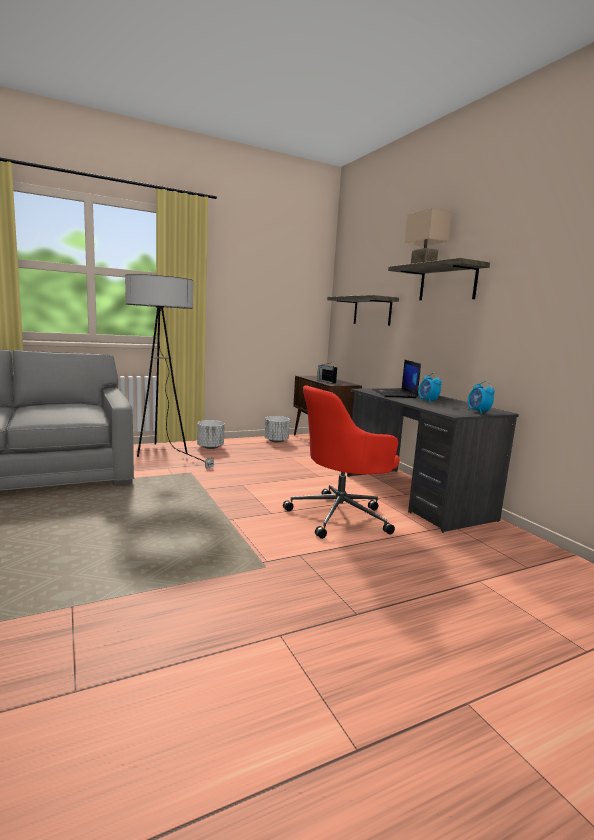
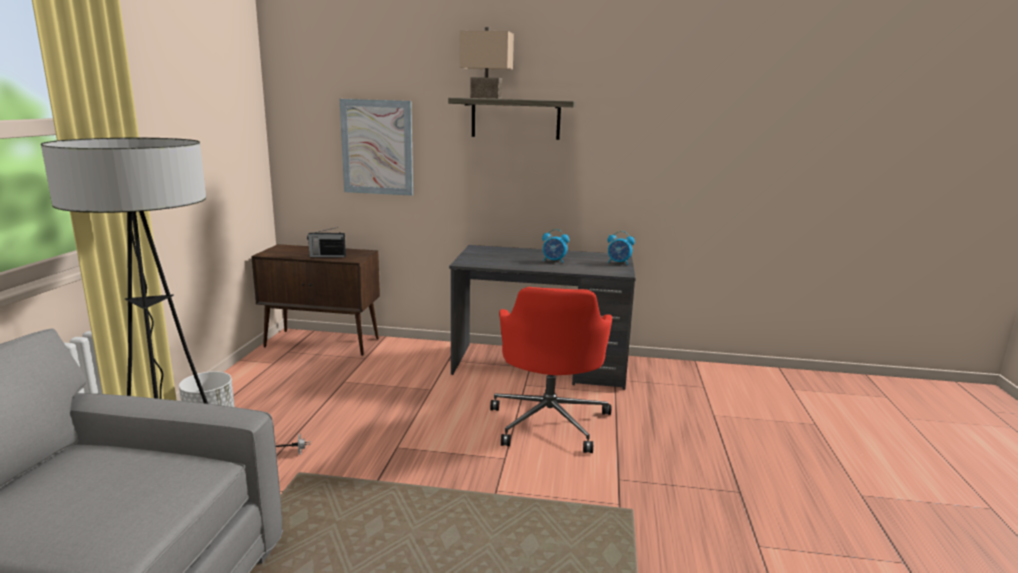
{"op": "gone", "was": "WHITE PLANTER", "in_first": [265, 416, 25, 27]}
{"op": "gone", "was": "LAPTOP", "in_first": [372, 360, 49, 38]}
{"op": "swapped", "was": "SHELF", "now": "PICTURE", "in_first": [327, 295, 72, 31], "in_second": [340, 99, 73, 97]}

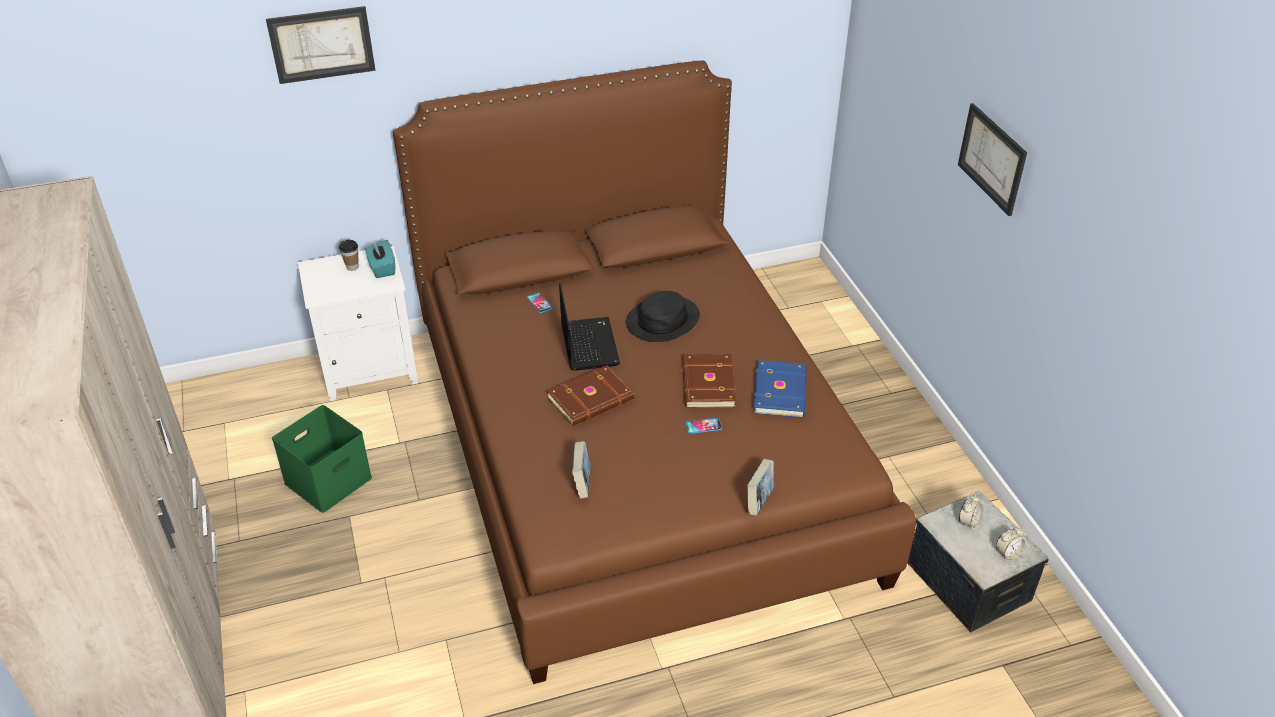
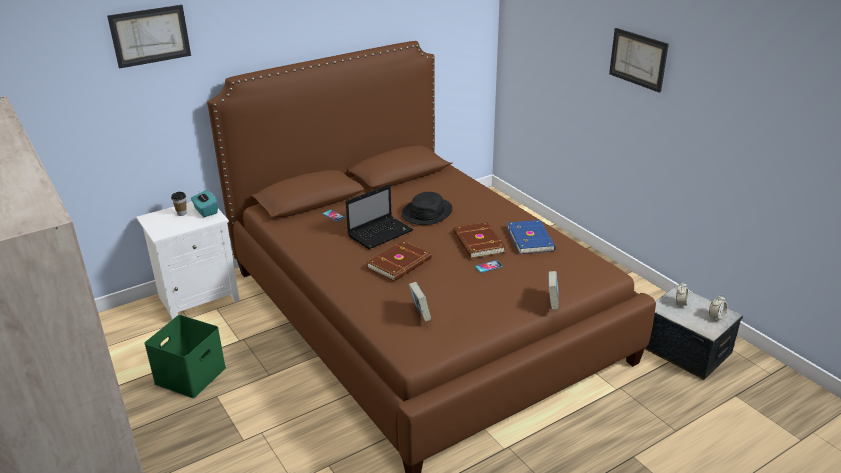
{"op": "rotated", "was": "LAPTOP", "in_first": [559, 283, 61, 88], "in_second": [346, 184, 68, 65], "clockwise": 75}

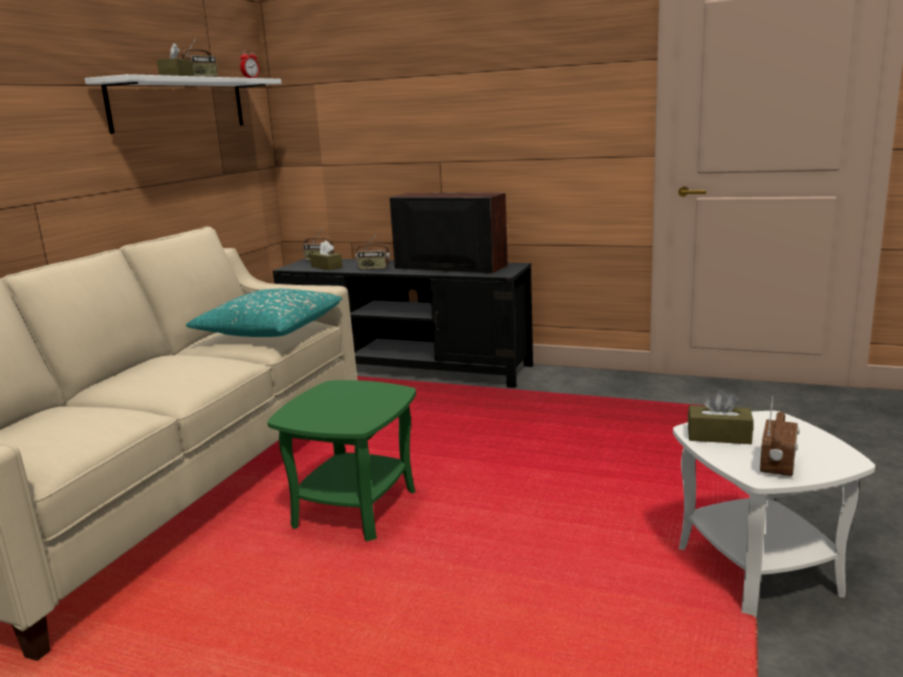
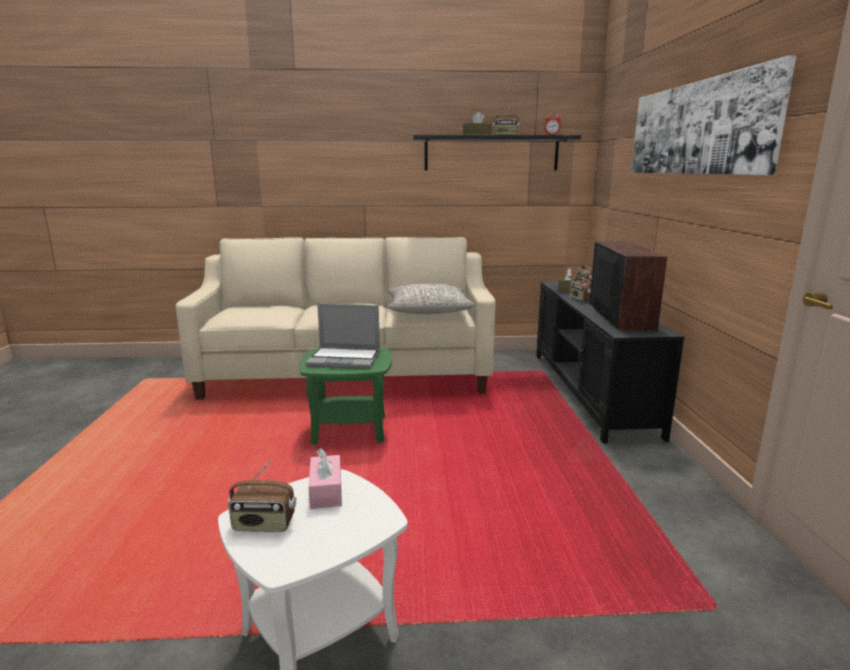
{"op": "new", "now": "LAPTOP", "in_second": [306, 304, 74, 65]}
{"op": "new", "now": "PICTURE", "in_second": [631, 56, 165, 119]}
{"op": "repainted", "was": "WHITE SHELF", "now": "BLACK SHELF", "in_first": [85, 74, 197, 60], "in_second": [413, 135, 168, 36]}
{"op": "repainted", "was": "TURQUOISE PILLOW", "now": "GREY PILLOW", "in_first": [186, 289, 156, 48], "in_second": [387, 283, 88, 31]}
{"op": "repainted", "was": "BROWN TISSUE BOX", "now": "PINK TISSUE BOX", "in_first": [688, 390, 66, 54], "in_second": [309, 448, 33, 61]}

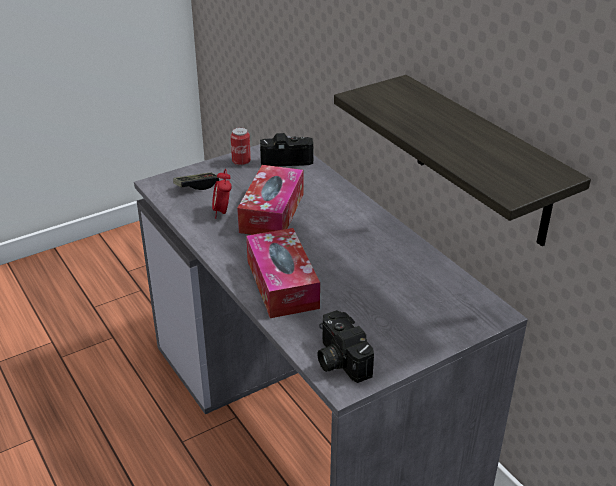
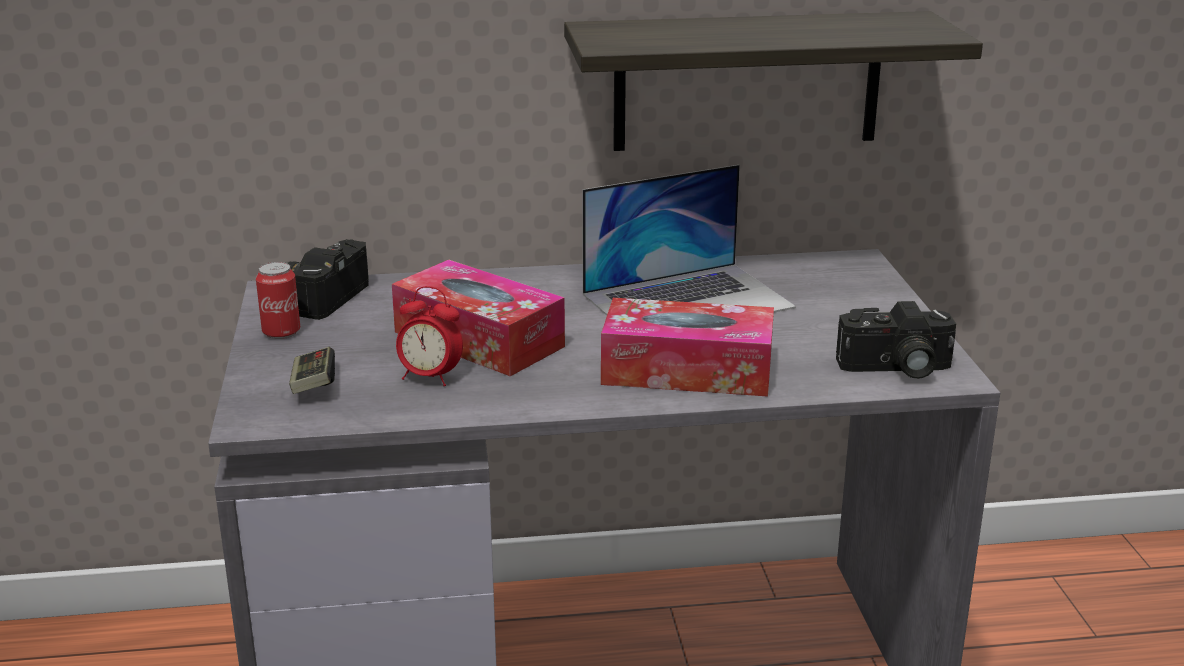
{"op": "new", "now": "LAPTOP", "in_second": [582, 165, 214, 151]}

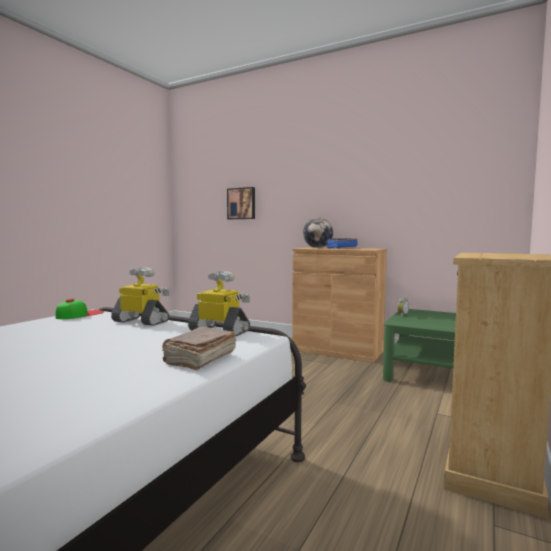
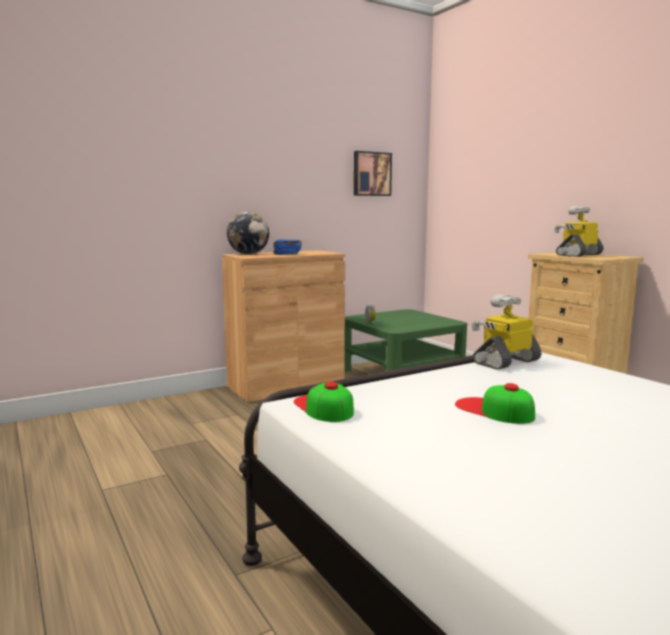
{"op": "gone", "was": "BROWN BOOK", "in_first": [162, 327, 75, 43]}
{"op": "new", "now": "CAP", "in_second": [455, 383, 80, 41]}
{"op": "shifted", "was": "TOY ROBOT", "in_first": [111, 267, 59, 59], "in_second": [554, 206, 50, 51]}
{"op": "shifted", "was": "PICTURE", "in_first": [227, 187, 28, 32], "in_second": [354, 151, 38, 45]}

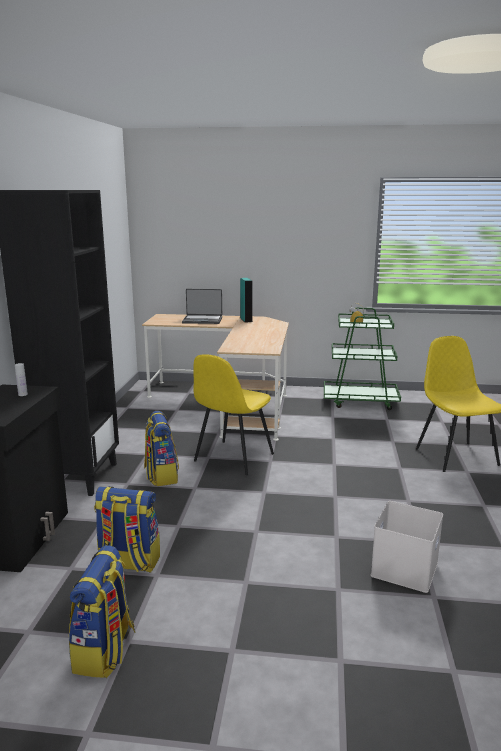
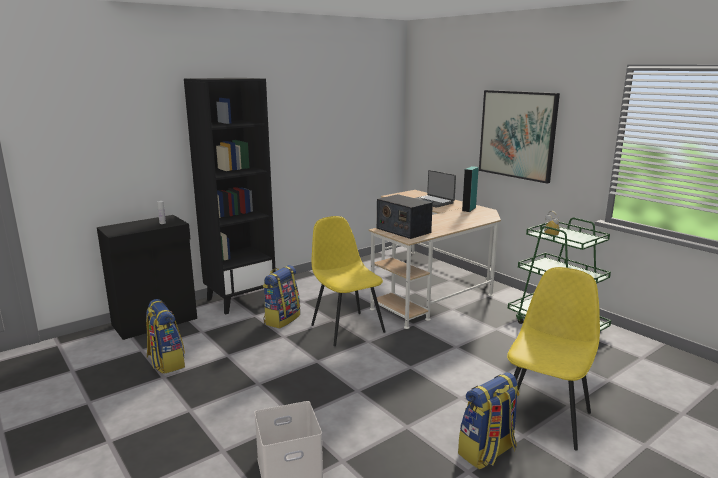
{"op": "new", "now": "RADIO", "in_second": [377, 194, 56, 45]}
{"op": "new", "now": "PICTURE", "in_second": [479, 90, 81, 93]}
{"op": "shifted", "was": "BACKPACK", "in_first": [69, 545, 67, 133], "in_second": [458, 372, 62, 97]}
{"op": "rotated", "was": "YELLOW CHAIR", "in_first": [194, 354, 80, 121], "in_second": [311, 216, 74, 130], "clockwise": 75}

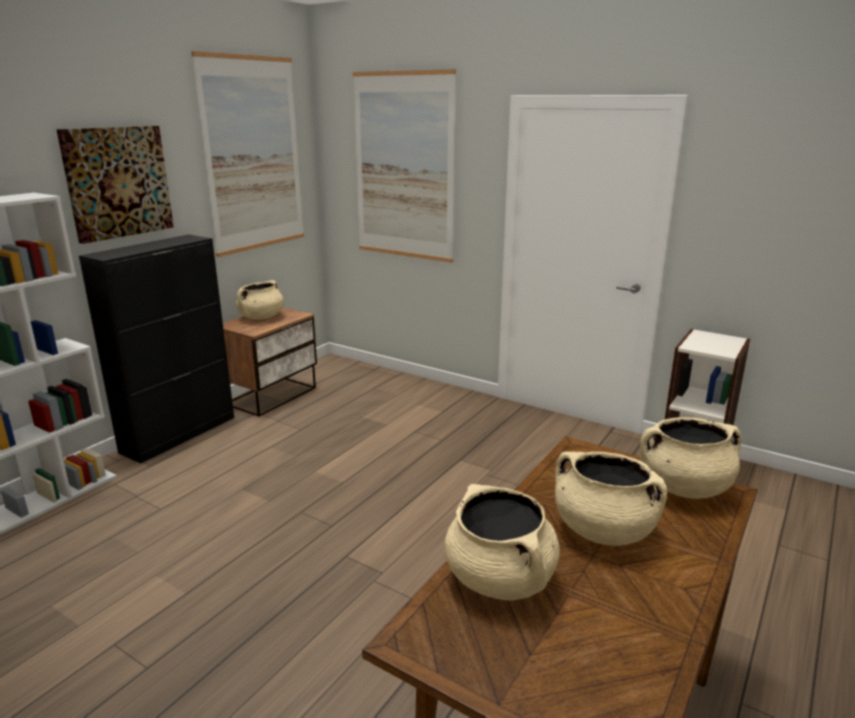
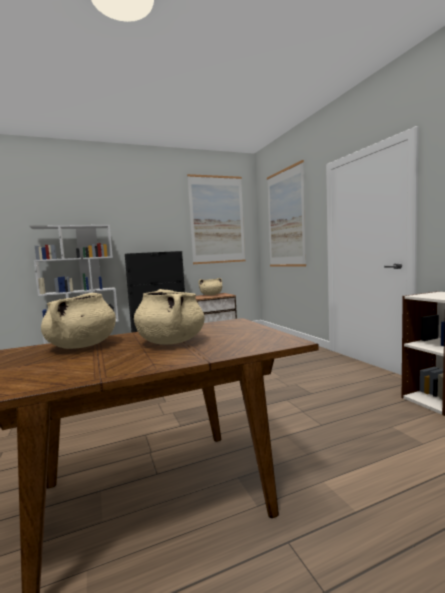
{"op": "gone", "was": "PICTURE", "in_first": [56, 126, 118, 118]}
{"op": "gone", "was": "BEIGE COOKING POT", "in_first": [640, 417, 101, 82]}

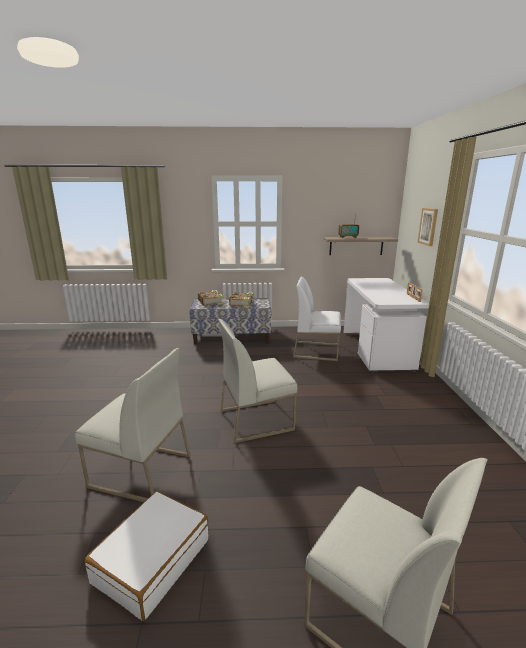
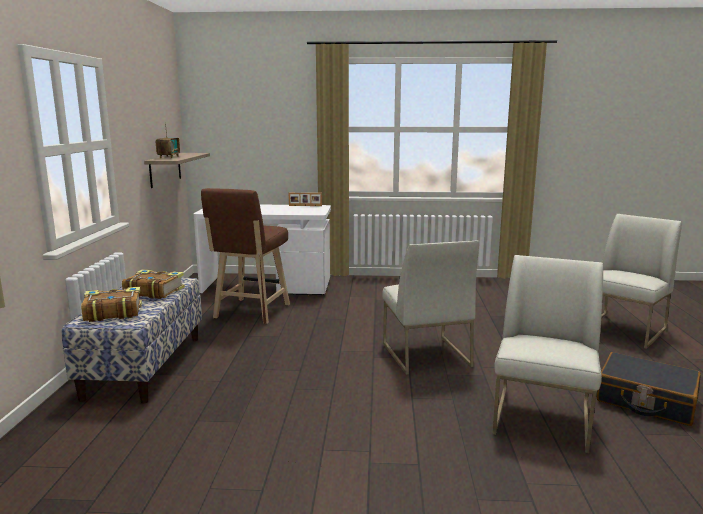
{"op": "gone", "was": "PICTURE", "in_first": [417, 208, 21, 38]}
{"op": "swapped", "was": "WHITE CHAIR", "now": "BROWN STOOL", "in_first": [293, 276, 48, 85], "in_second": [201, 188, 89, 136]}
{"op": "repainted", "was": "WHITE SUITCASE", "now": "BLACK SUITCASE", "in_first": [85, 491, 124, 130], "in_second": [597, 352, 104, 74]}

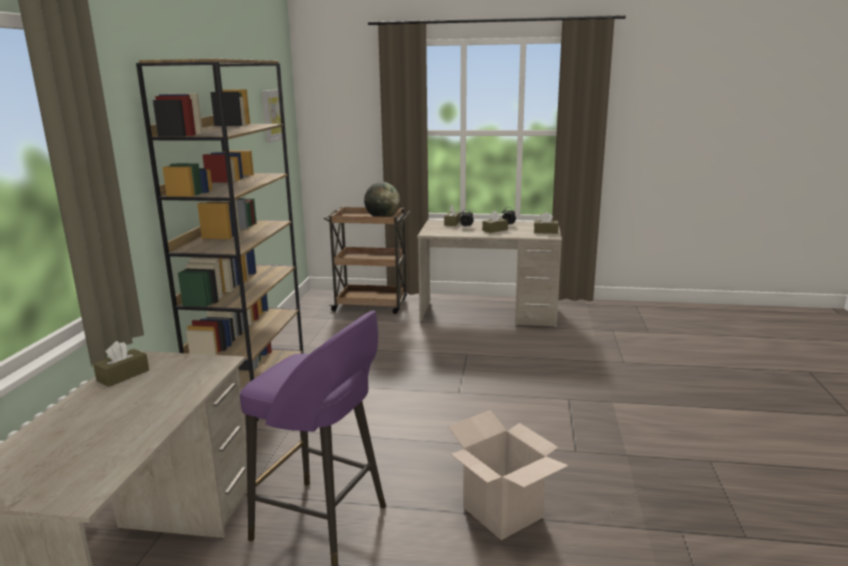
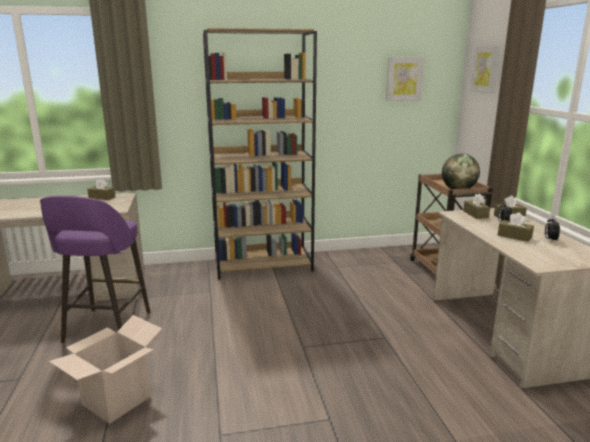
{"op": "new", "now": "PICTURE", "in_second": [470, 45, 30, 49]}
{"op": "shifted", "was": "BROWN TISSUE BOX", "in_first": [534, 212, 25, 22], "in_second": [463, 194, 27, 25]}

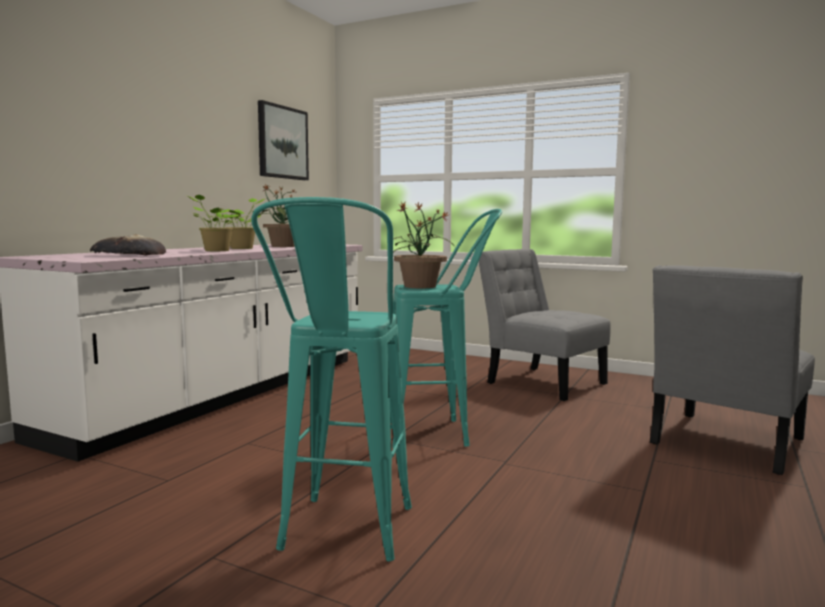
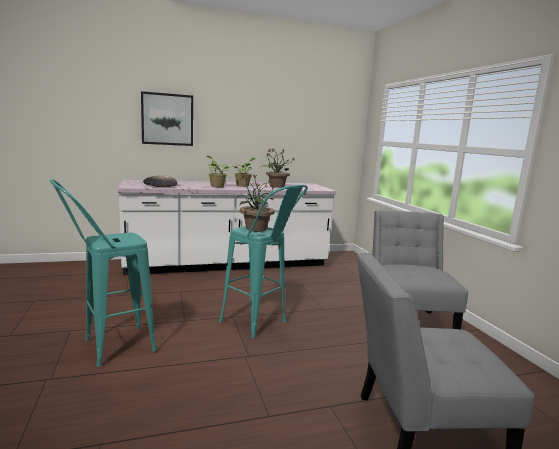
{"op": "shifted", "was": "PICTURE", "in_first": [258, 100, 51, 80], "in_second": [141, 91, 52, 55]}

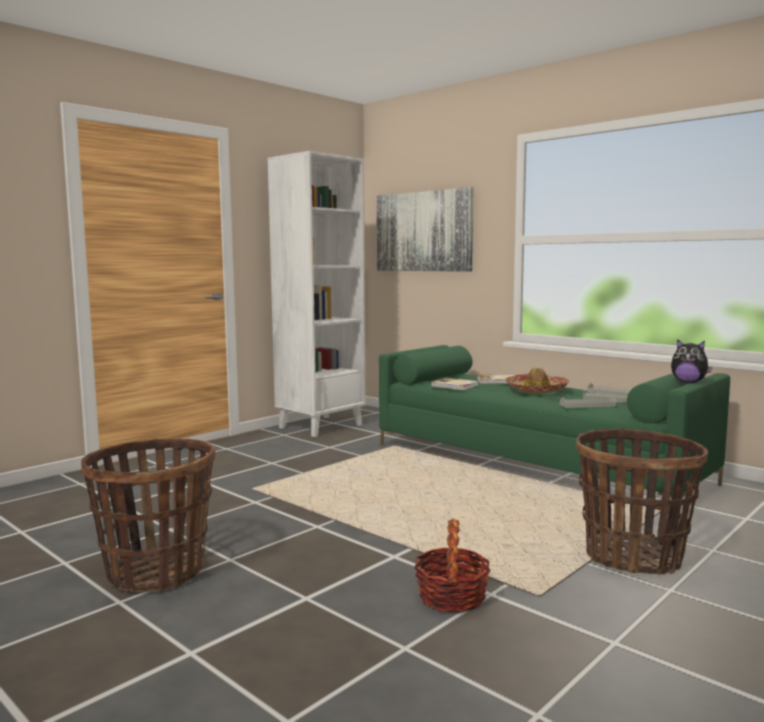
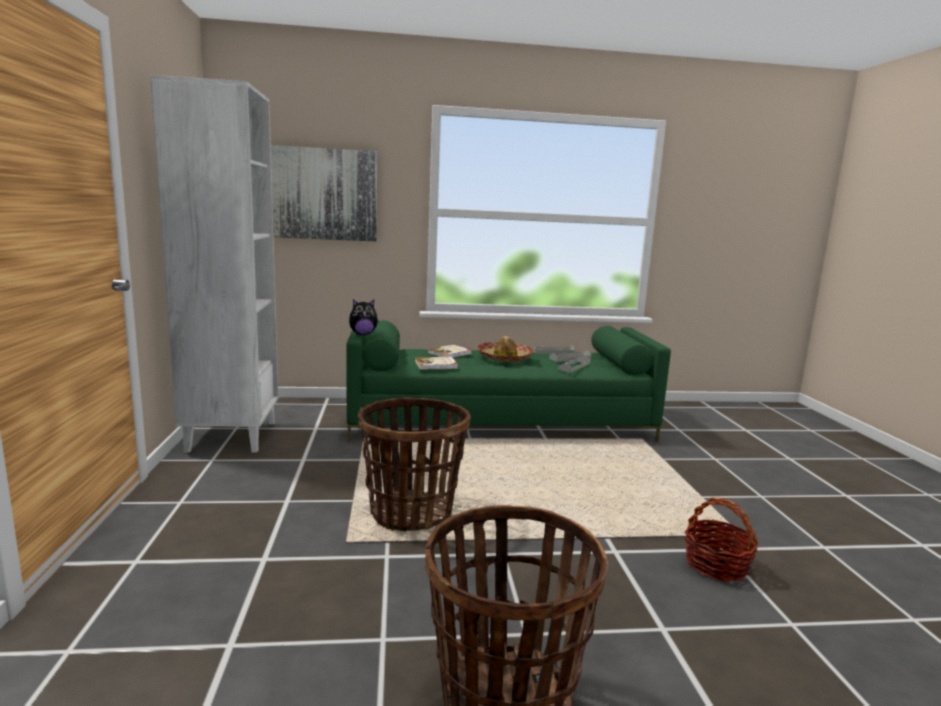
{"op": "shifted", "was": "BASKET", "in_first": [576, 428, 132, 147], "in_second": [358, 397, 113, 135]}
{"op": "shifted", "was": "PLUSH TOY", "in_first": [671, 339, 42, 44], "in_second": [349, 300, 30, 35]}

